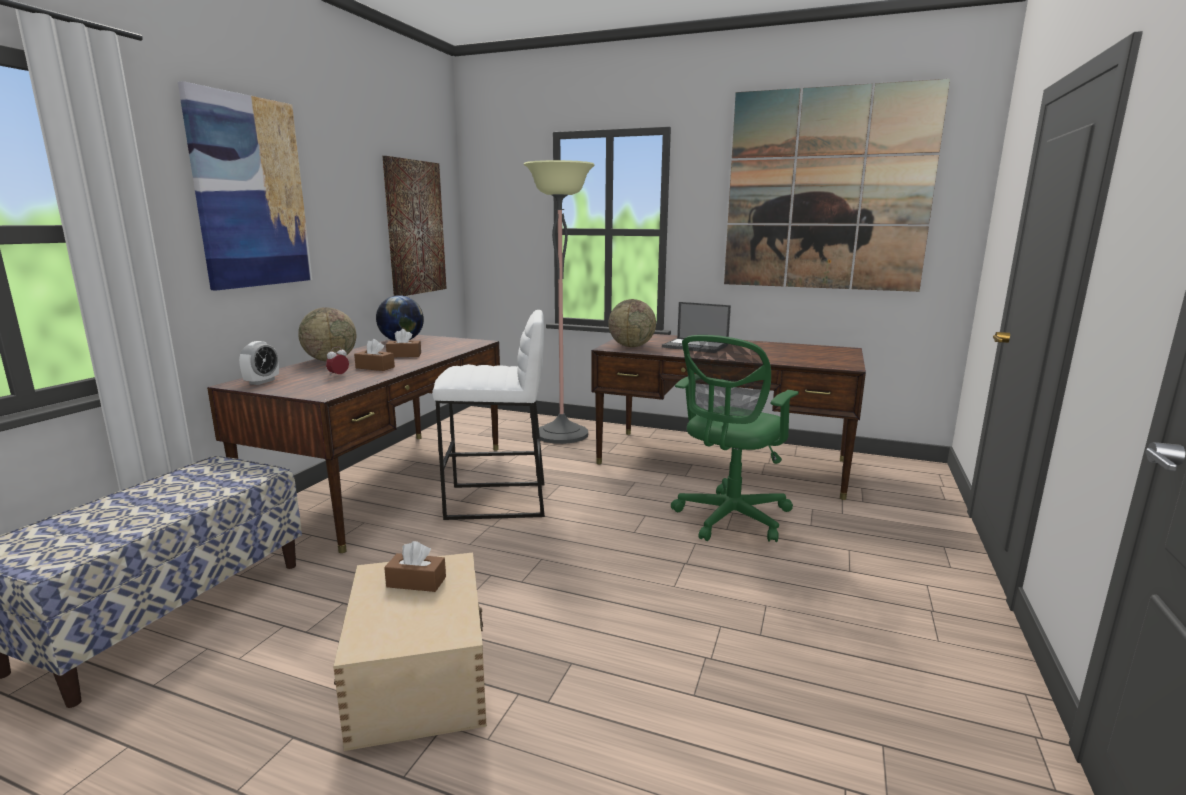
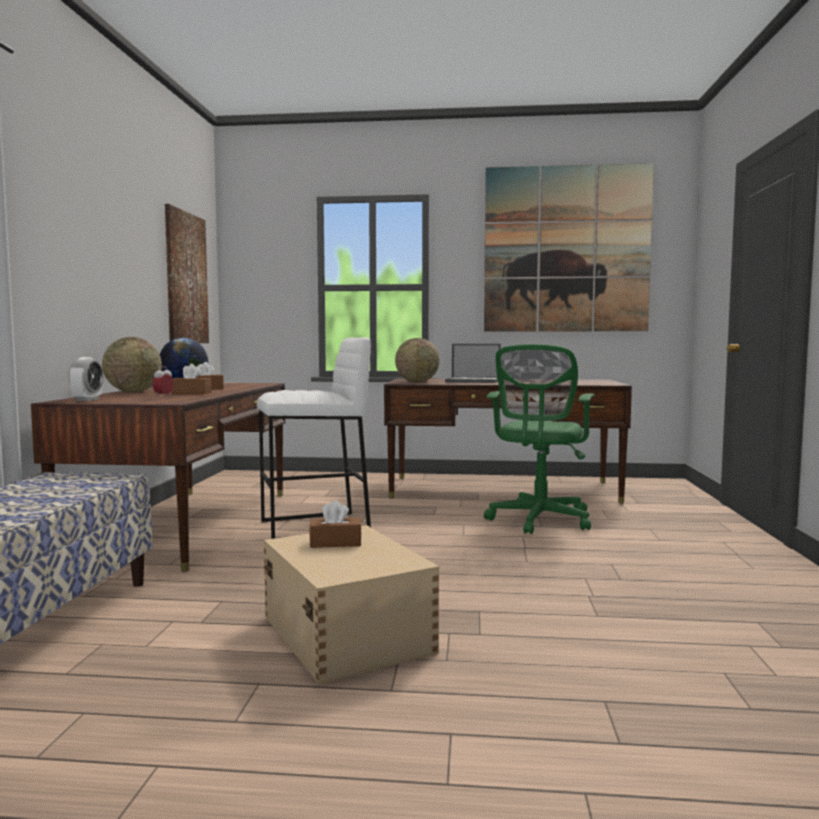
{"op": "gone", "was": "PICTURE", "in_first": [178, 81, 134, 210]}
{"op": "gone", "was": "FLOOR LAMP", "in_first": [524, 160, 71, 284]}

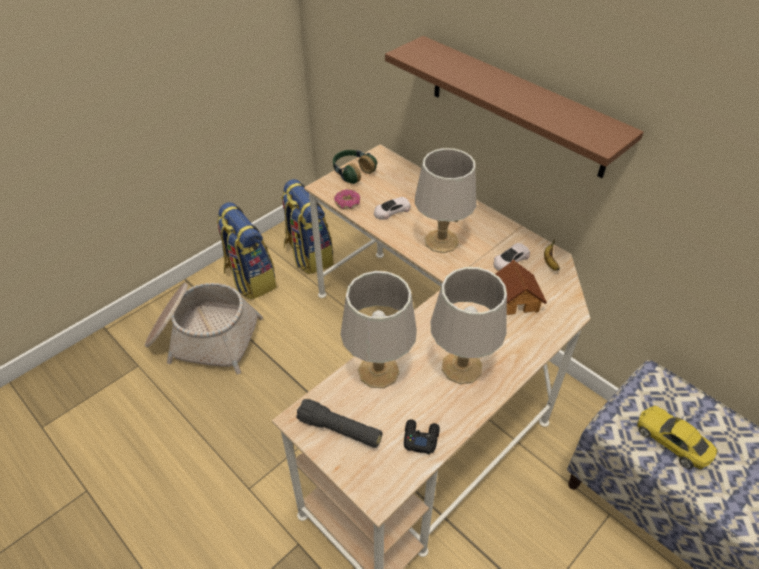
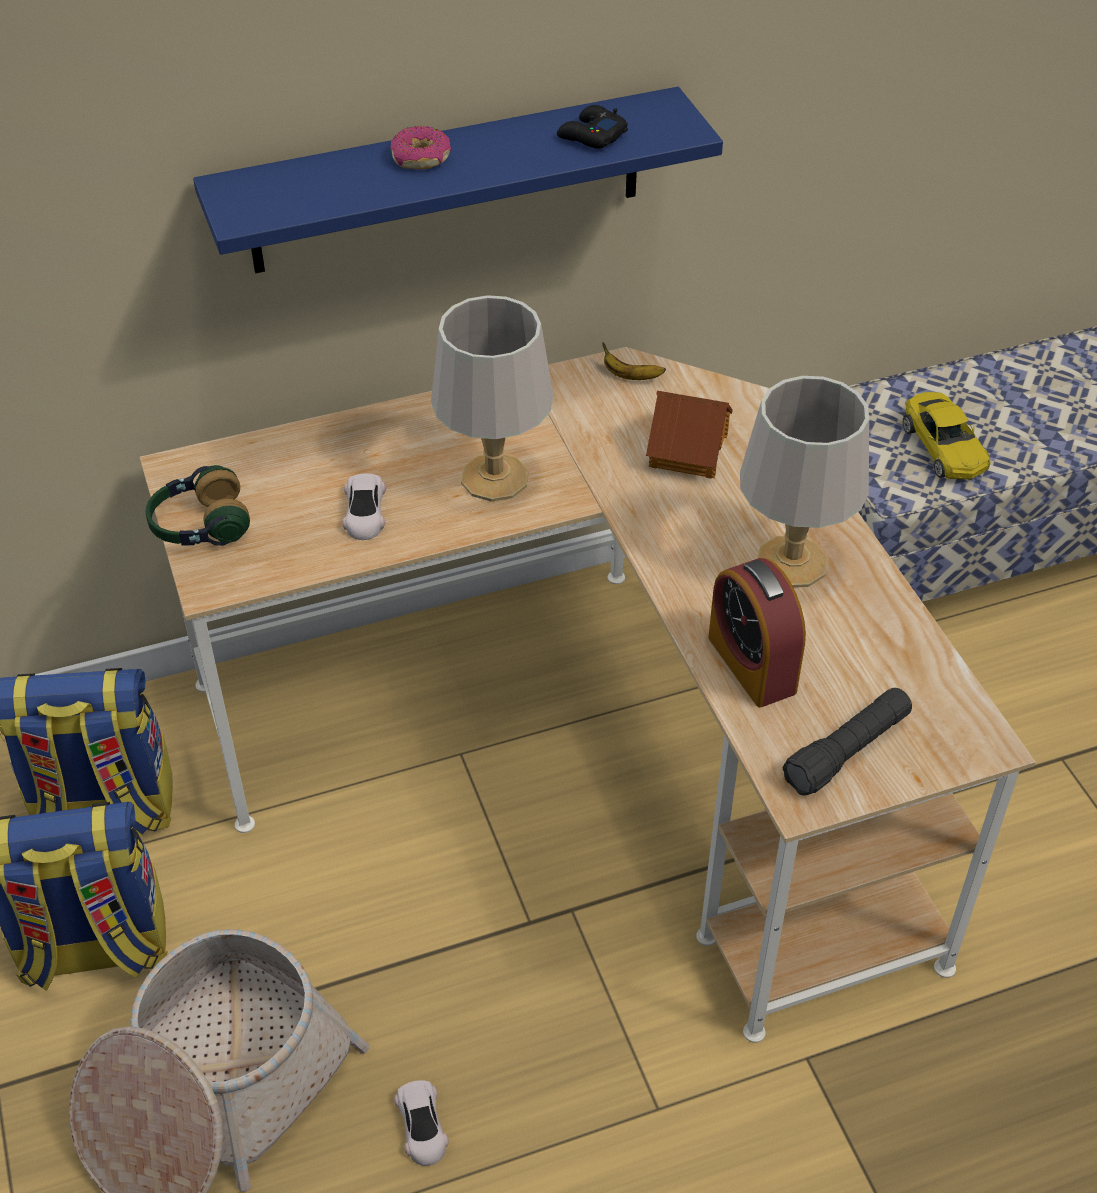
{"op": "shifted", "was": "DONUT", "in_first": [334, 189, 26, 21], "in_second": [390, 126, 61, 43]}
{"op": "shifted", "was": "BLACK GAME CONTROLLER", "in_first": [404, 419, 36, 35], "in_second": [557, 105, 71, 44]}
{"op": "shifted", "was": "WHITE TOY CAR", "in_first": [493, 243, 37, 28], "in_second": [394, 1080, 55, 86]}
{"op": "swapped", "was": "GREY TABLE LAMP", "now": "ALARM CLOCK", "in_first": [340, 271, 77, 117], "in_second": [708, 558, 98, 149]}
{"op": "repainted", "was": "BROWN SHELF", "now": "BLUE SHELF", "in_first": [385, 36, 259, 142], "in_second": [193, 87, 530, 187]}
{"op": "rotated", "was": "YELLOW TOY CAR", "in_first": [637, 406, 81, 64], "in_second": [903, 392, 88, 88], "clockwise": -90}

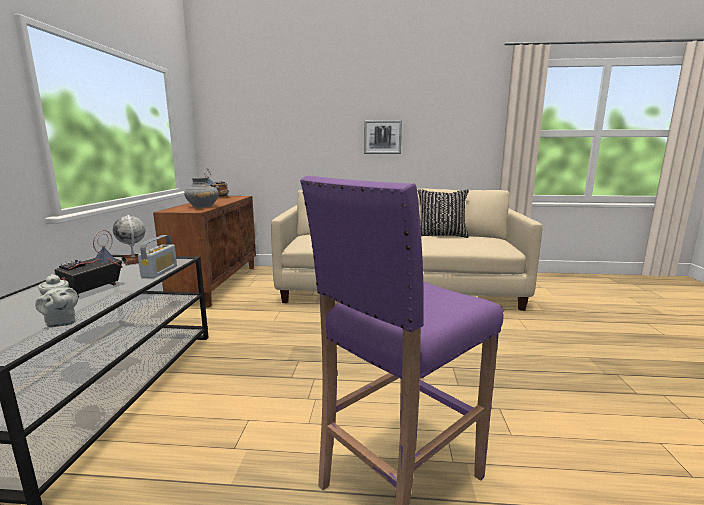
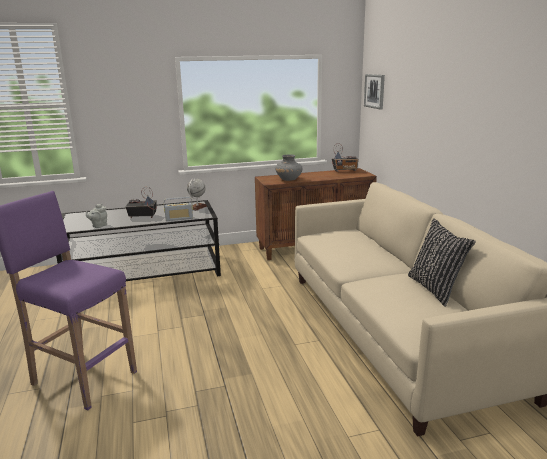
{"op": "shifted", "was": "PICTURE", "in_first": [364, 120, 38, 34], "in_second": [364, 74, 21, 36]}

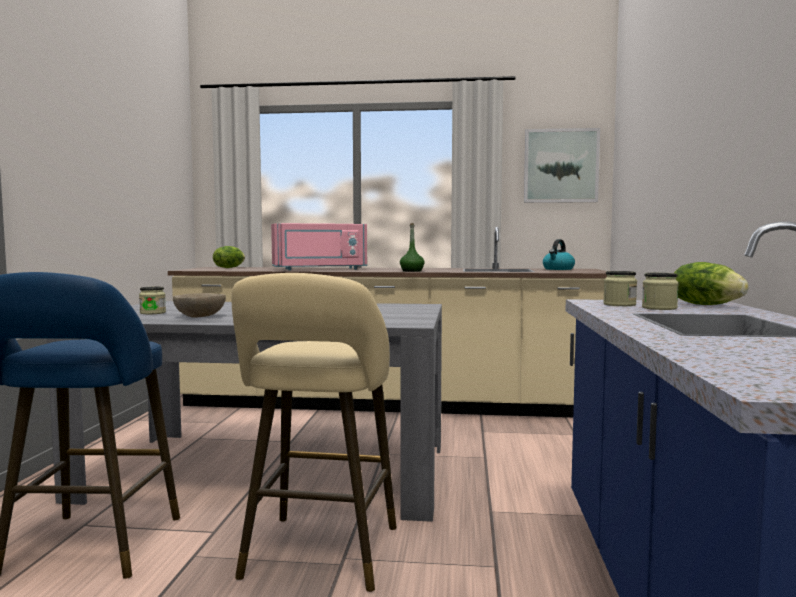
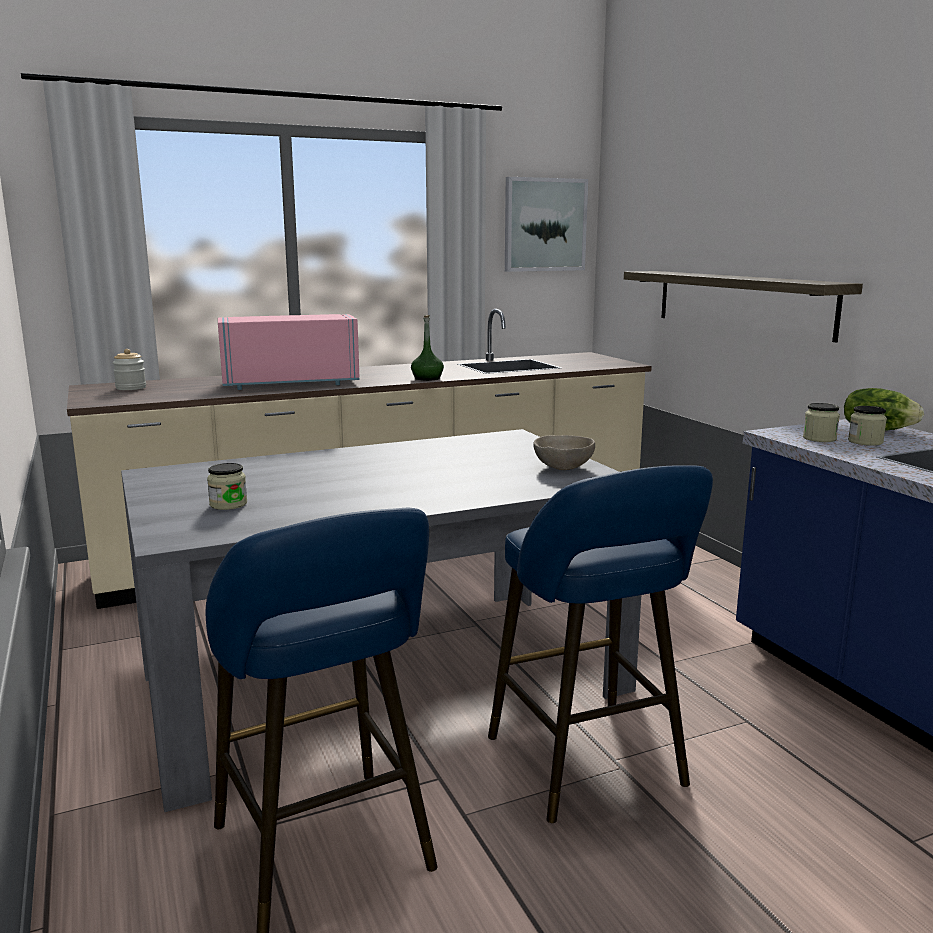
{"op": "gone", "was": "KETTLE", "in_first": [543, 239, 32, 31]}
{"op": "new", "now": "SHELF", "in_second": [624, 271, 239, 72]}
{"op": "shifted", "was": "BEIGE BOWL", "in_first": [173, 293, 53, 25], "in_second": [533, 435, 62, 35]}
{"op": "swapped", "was": "LETTUCE", "now": "JAR", "in_first": [213, 246, 32, 22], "in_second": [113, 349, 33, 41]}
{"op": "repainted", "was": "BEIGE STOOL", "now": "BLUE STOOL", "in_first": [231, 273, 166, 319], "in_second": [488, 465, 225, 358]}
{"op": "rotated", "was": "PINK MICROWAVE", "in_first": [271, 223, 96, 48], "in_second": [218, 314, 141, 76], "clockwise": -150}

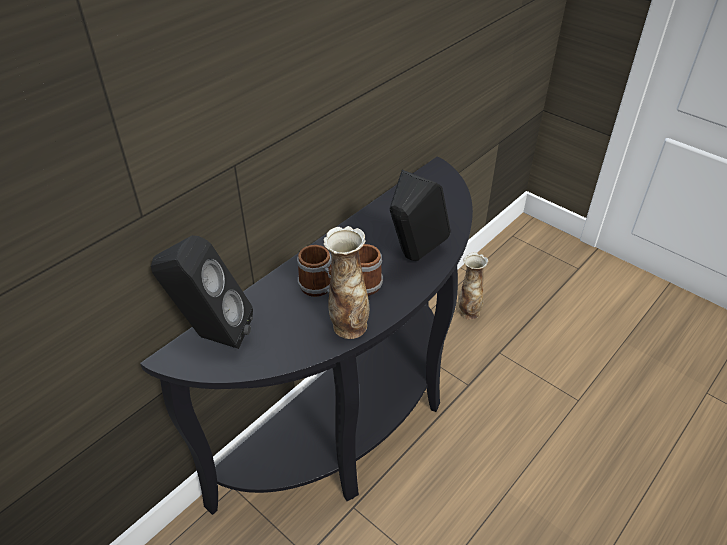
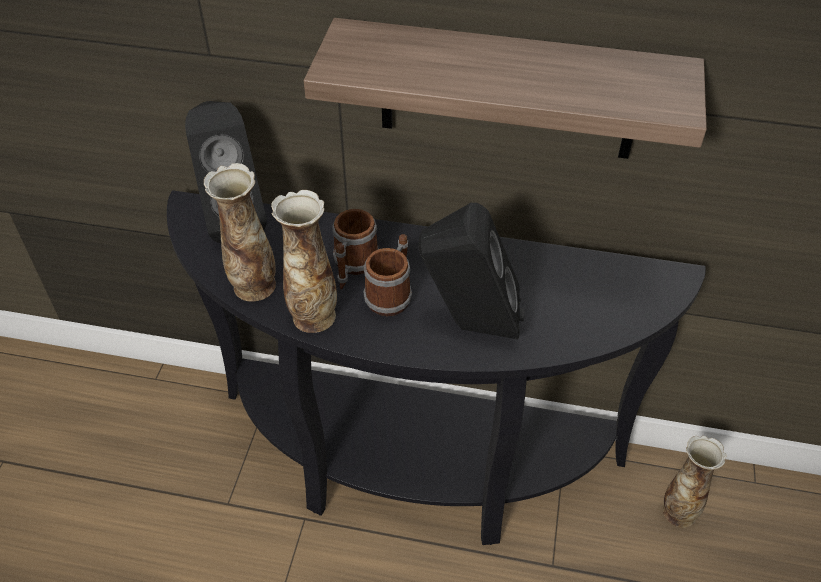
{"op": "new", "now": "VASE", "in_second": [204, 163, 72, 139]}
{"op": "new", "now": "SHELF", "in_second": [304, 18, 403, 141]}

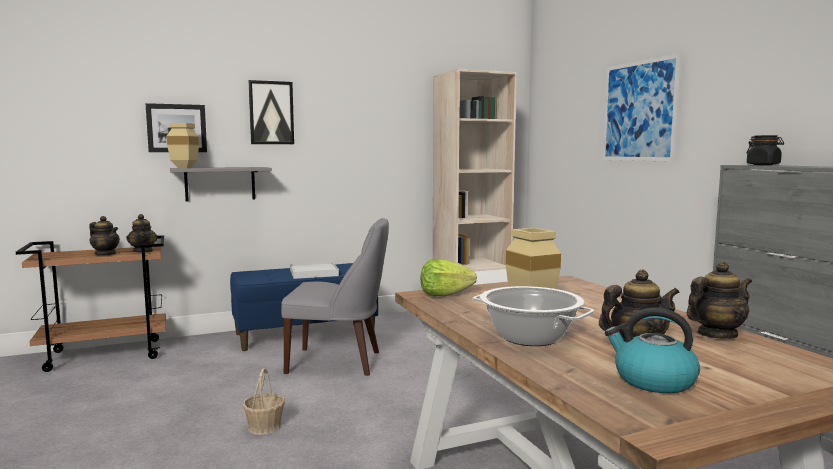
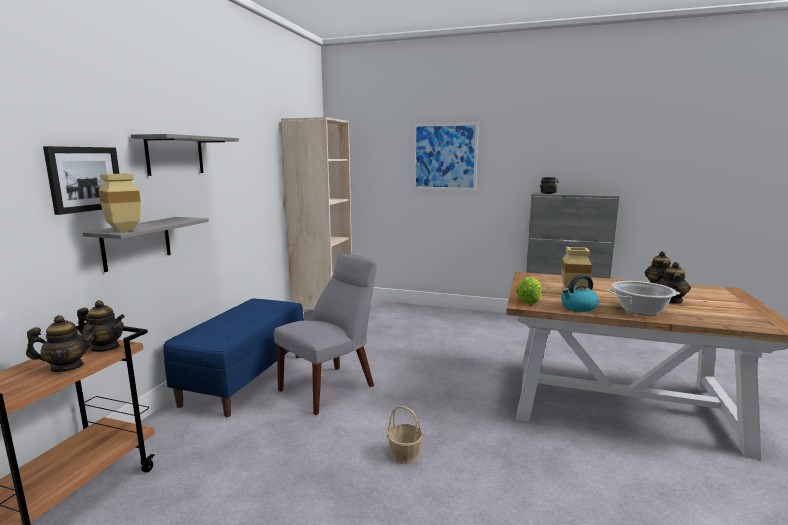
{"op": "gone", "was": "WHITE TRAY", "in_first": [290, 261, 49, 18]}
{"op": "shifted", "was": "KETTLE", "in_first": [605, 308, 95, 85], "in_second": [561, 275, 38, 37]}
{"op": "swapped", "was": "PICTURE", "now": "GREY SHELF", "in_first": [248, 80, 46, 64], "in_second": [131, 134, 108, 42]}

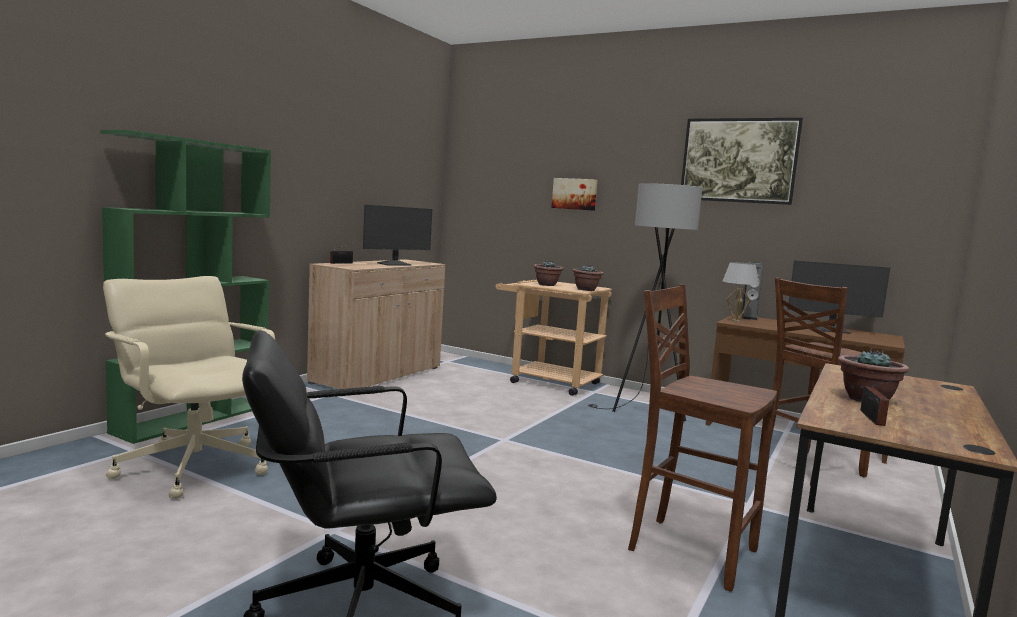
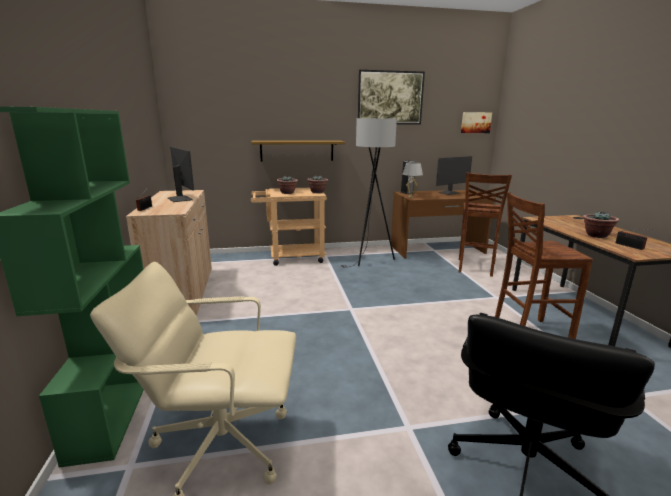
{"op": "new", "now": "SHELF", "in_second": [251, 140, 94, 22]}
{"op": "shifted", "was": "PICTURE", "in_first": [551, 178, 46, 33], "in_second": [461, 112, 31, 21]}
{"op": "rotated", "was": "MONITOR", "in_first": [363, 205, 69, 60], "in_second": [168, 147, 26, 55], "clockwise": -45}

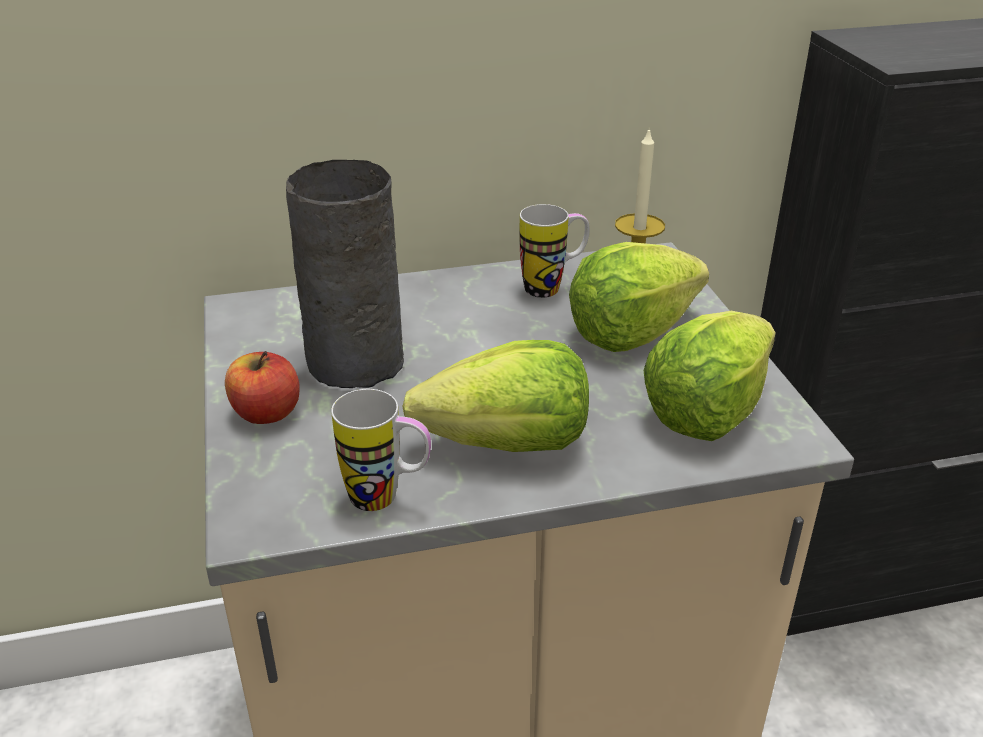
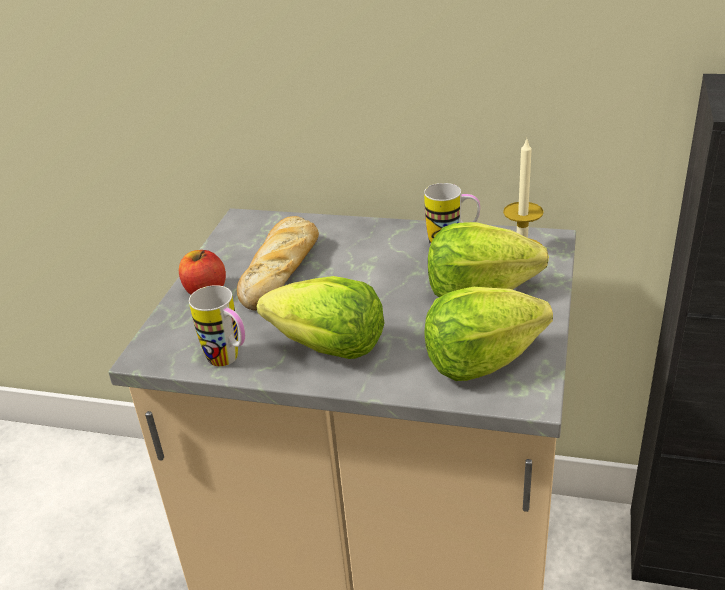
{"op": "swapped", "was": "GREY VASE", "now": "BREAD", "in_first": [286, 160, 118, 228], "in_second": [237, 216, 82, 95]}

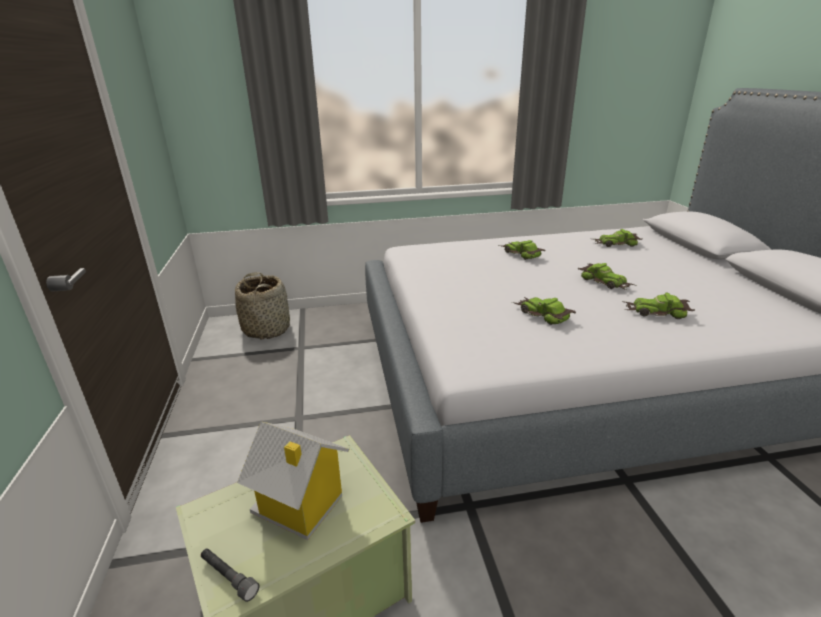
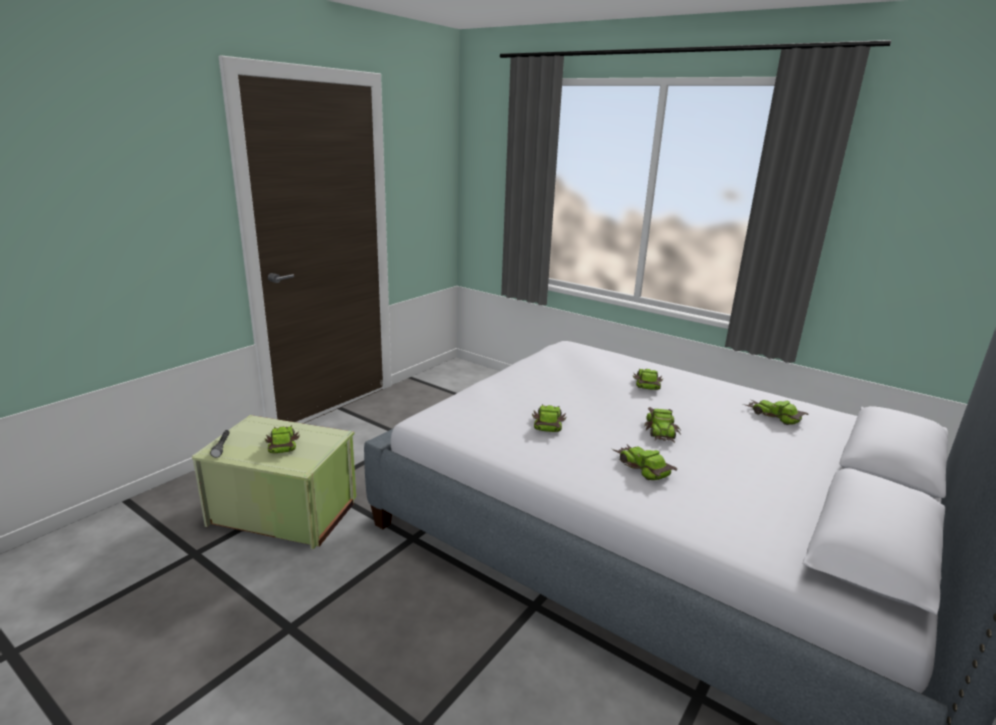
{"op": "gone", "was": "BASKET", "in_first": [235, 272, 55, 68]}
{"op": "swapped", "was": "TOY HOUSE", "now": "TOY CAR", "in_first": [237, 421, 112, 119], "in_second": [265, 425, 35, 28]}

